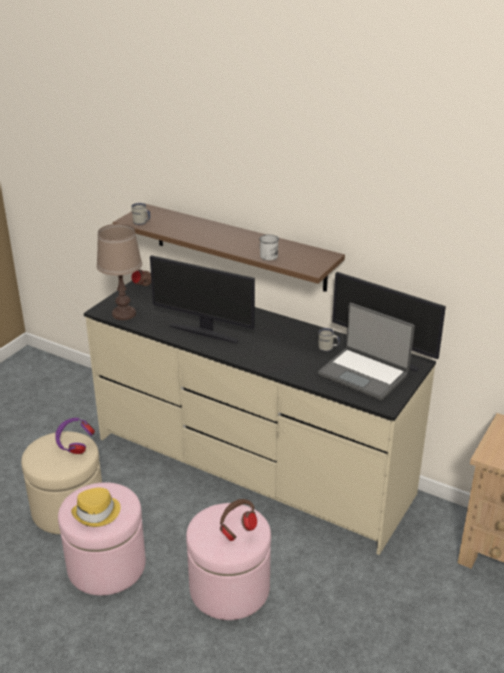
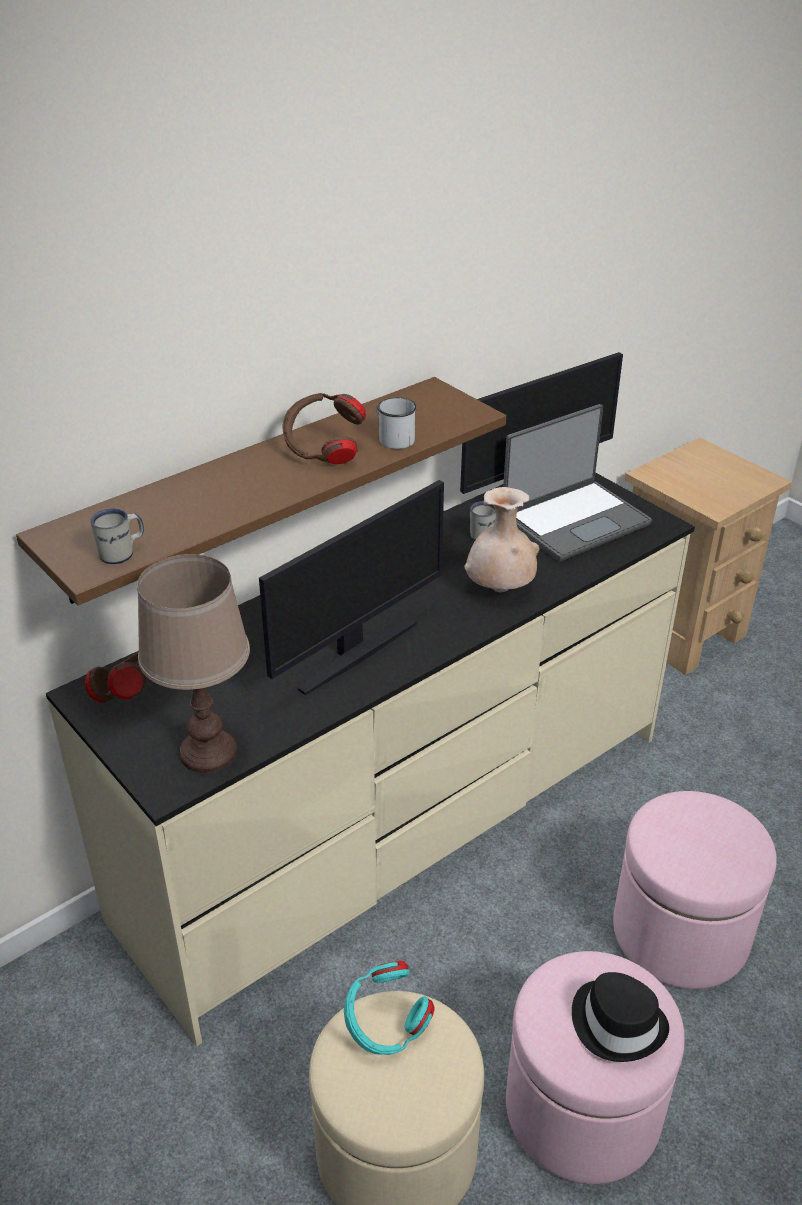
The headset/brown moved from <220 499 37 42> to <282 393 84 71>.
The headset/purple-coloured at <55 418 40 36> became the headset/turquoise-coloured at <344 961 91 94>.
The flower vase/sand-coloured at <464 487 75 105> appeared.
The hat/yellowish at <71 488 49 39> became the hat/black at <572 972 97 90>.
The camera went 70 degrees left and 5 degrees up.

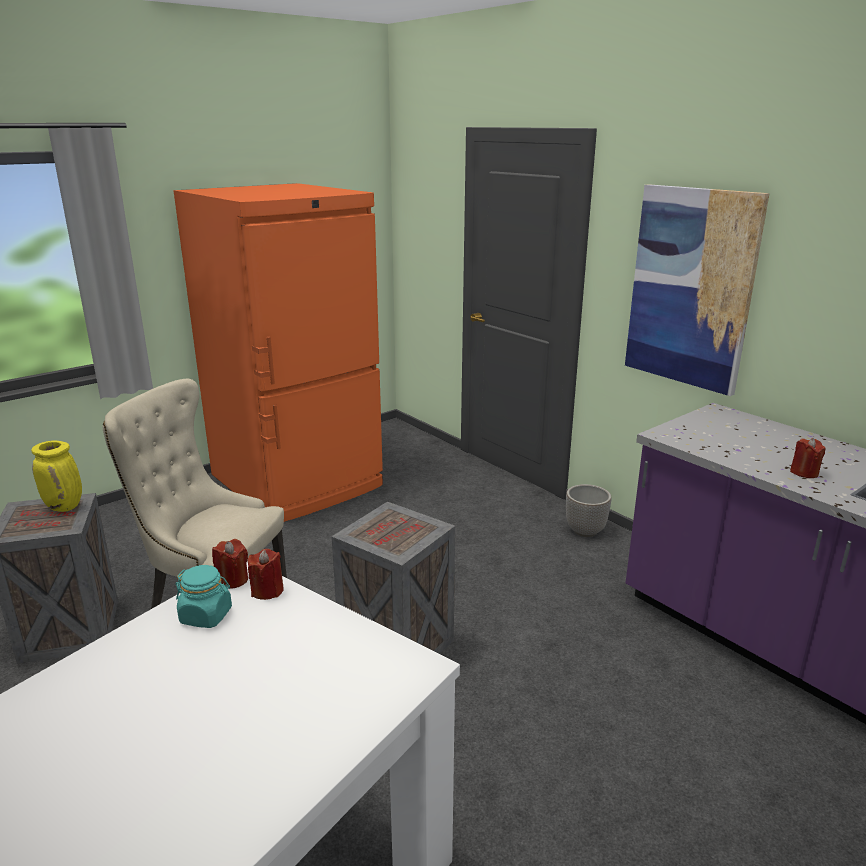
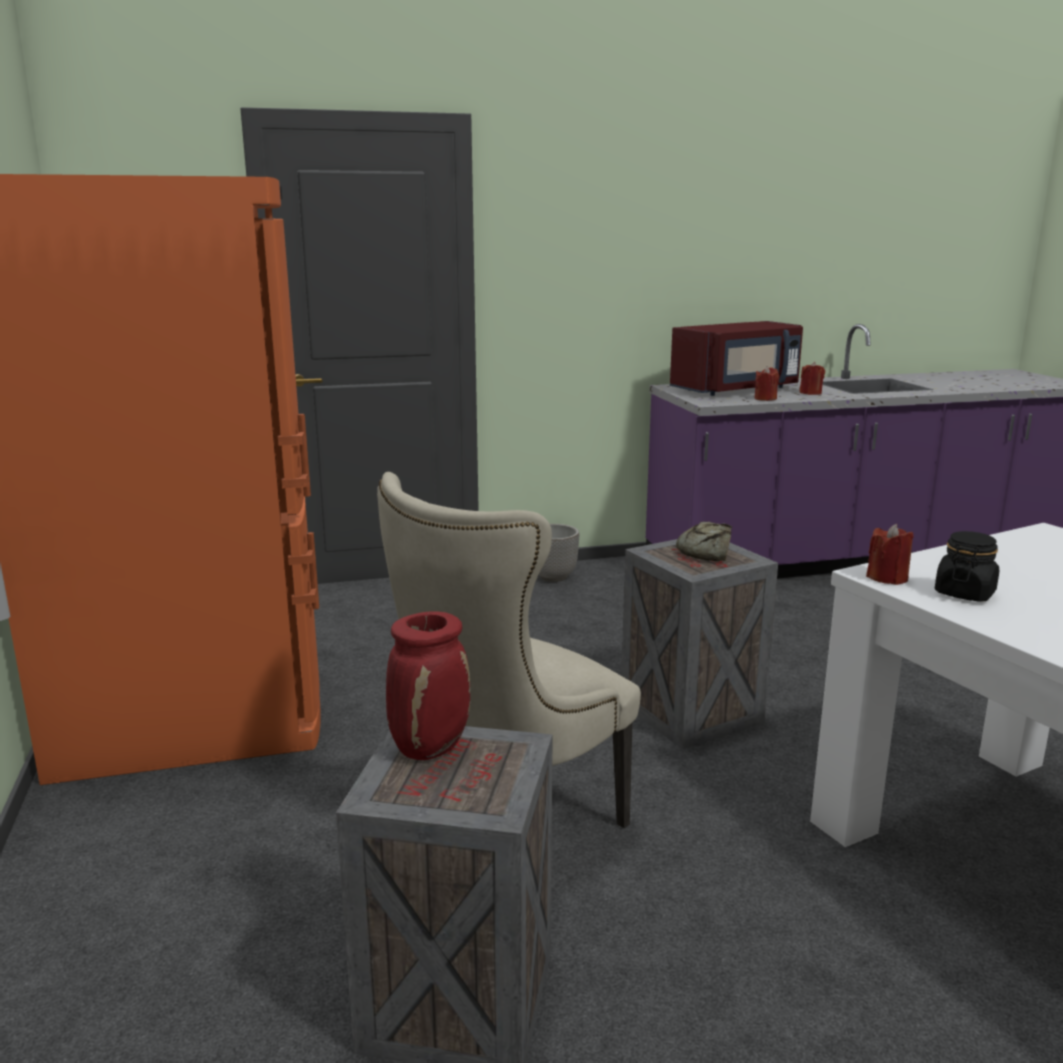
The flower vase/yellowish at <31 441 51 71> became the flower vase/red-coloured at <386 611 84 149>.
The kitchen microwave/red-coloured at <670 321 133 75> appeared.
The bread at <676 521 56 40> appeared.
The candle/red-coloured moved from <248 549 36 51> to <754 366 25 35>.
The storage jar/turquoise-coloured at <175 565 57 63> became the storage jar/black at <935 531 64 71>.
The picture at <625 184 145 212> disappeared.
The camera went 65 degrees left and 5 degrees down.

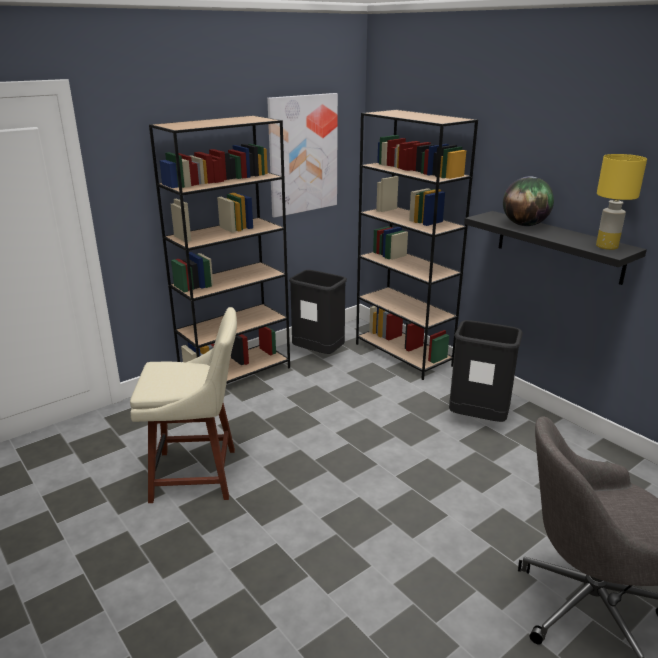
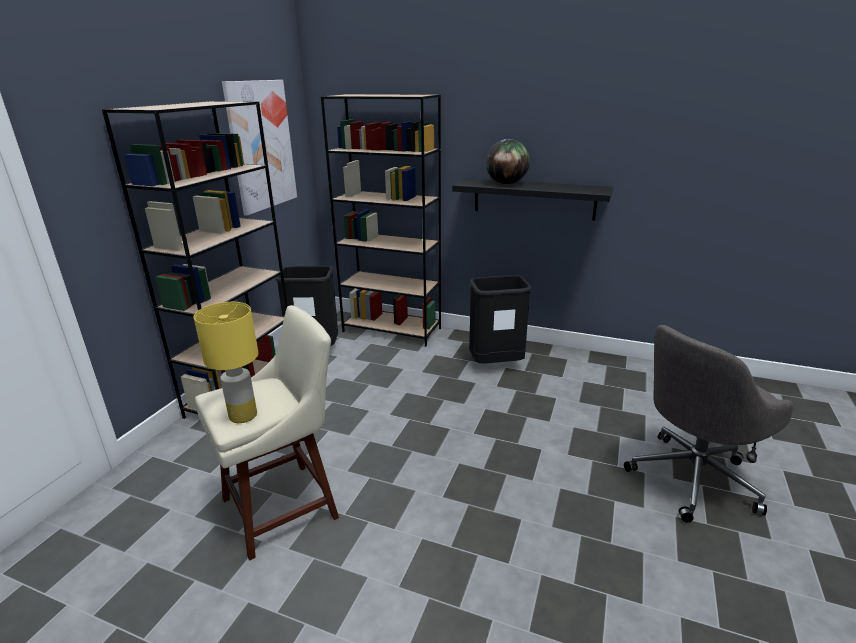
The tabletop lamp/yellowish moved from <596 154 51 96> to <194 302 64 121>.
The camera went 30 degrees left and 0 degrees up.

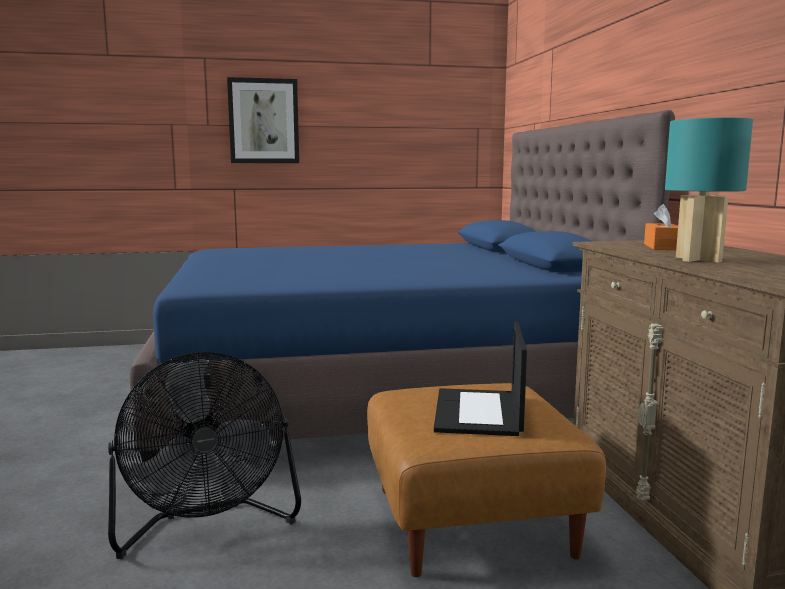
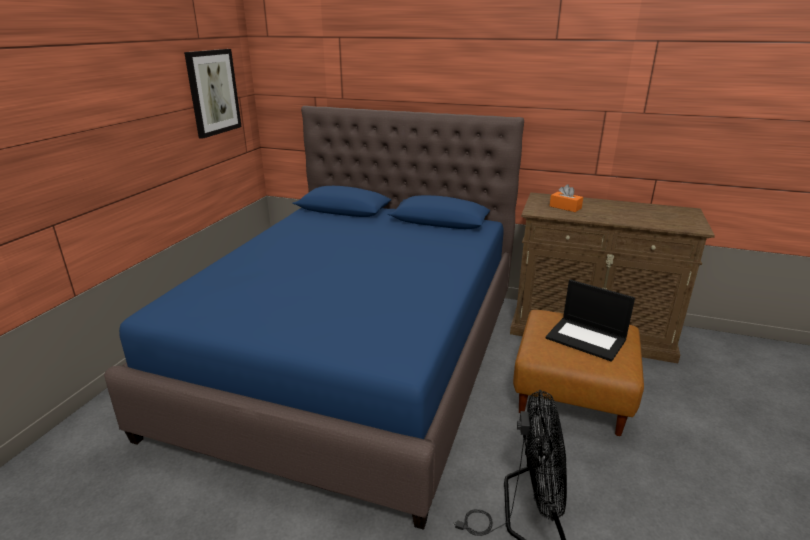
The picture moved from <227 77 72 86> to <184 49 58 90>.
The tabletop lamp/turquoise-coloured at <665 117 88 146> disappeared.
The camera went 60 degrees left and 15 degrees up.

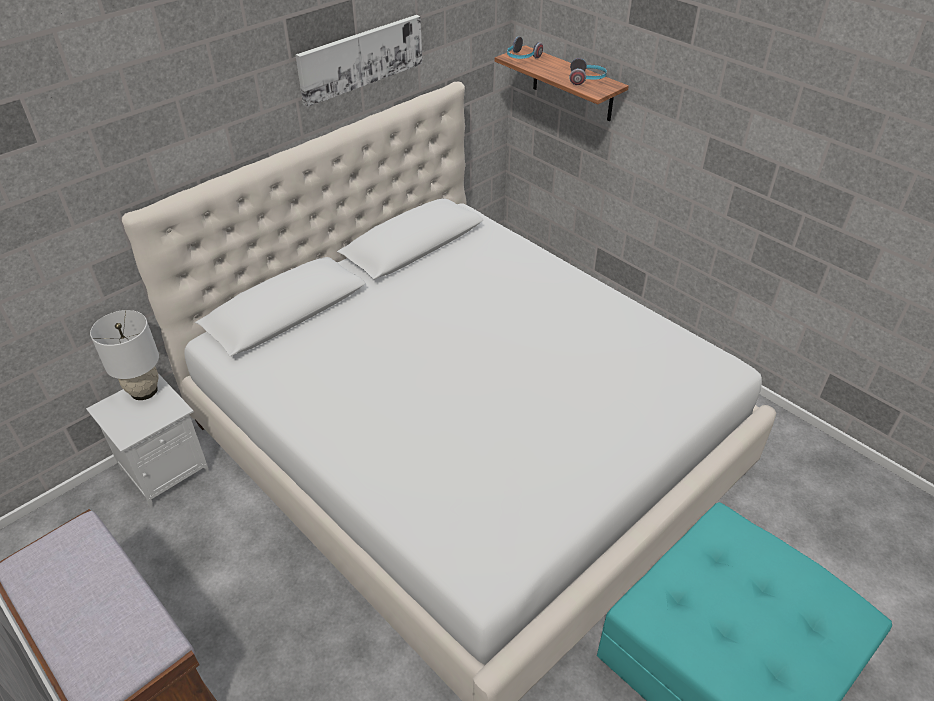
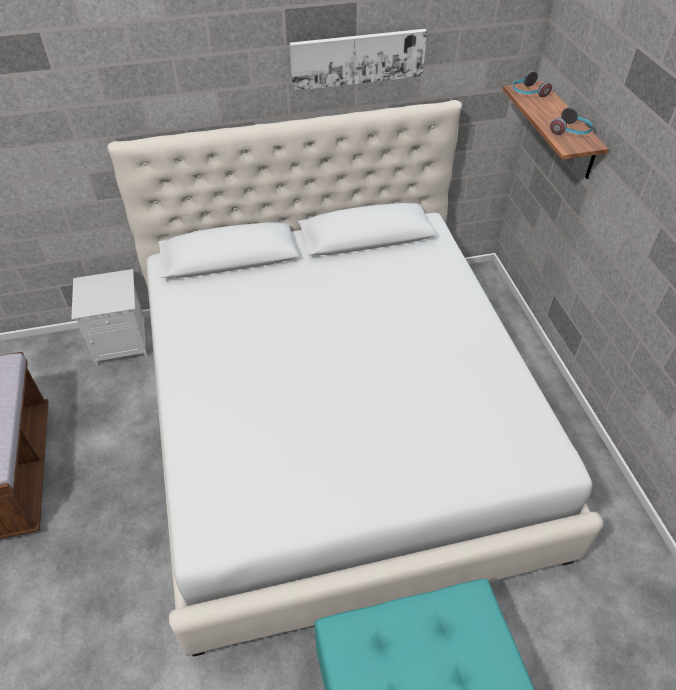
The tabletop lamp/whitish at <90 310 69 90> disappeared.
The camera went 30 degrees right and 5 degrees up.

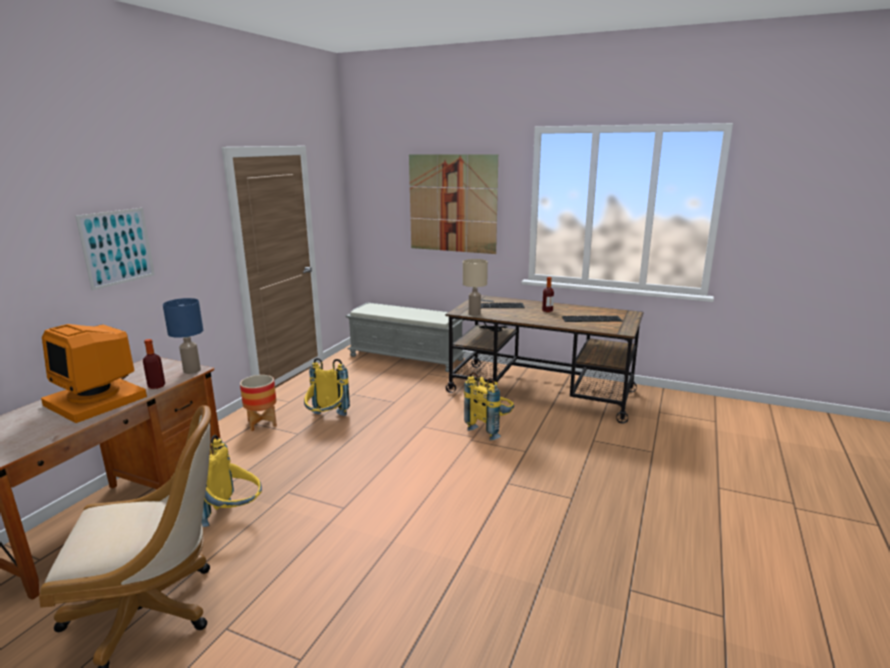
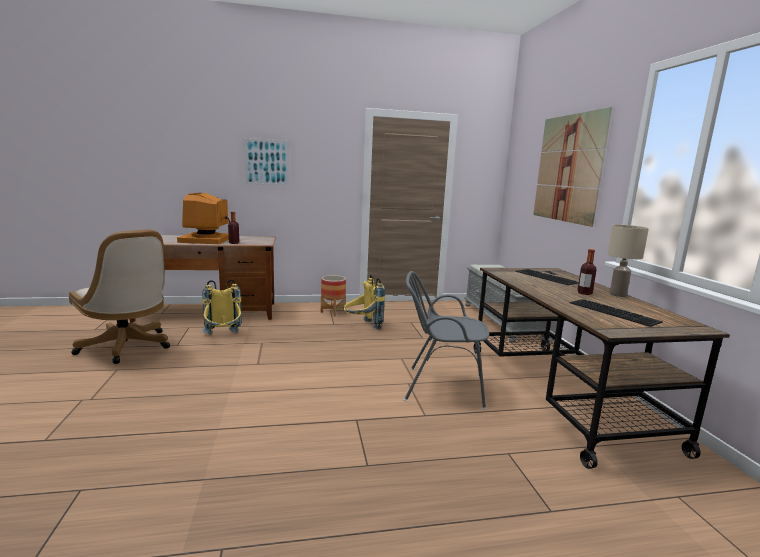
The rucksack/yellowish at <464 372 50 69> was replaced by the plain chair/greyish at <403 271 86 139>.
The tabletop lamp/sand-coloured moved from <463 259 25 57> to <608 225 41 72>.
The tabletop lamp/blue at <163 298 40 76> disappeared.
The camera went 55 degrees right and 5 degrees down.

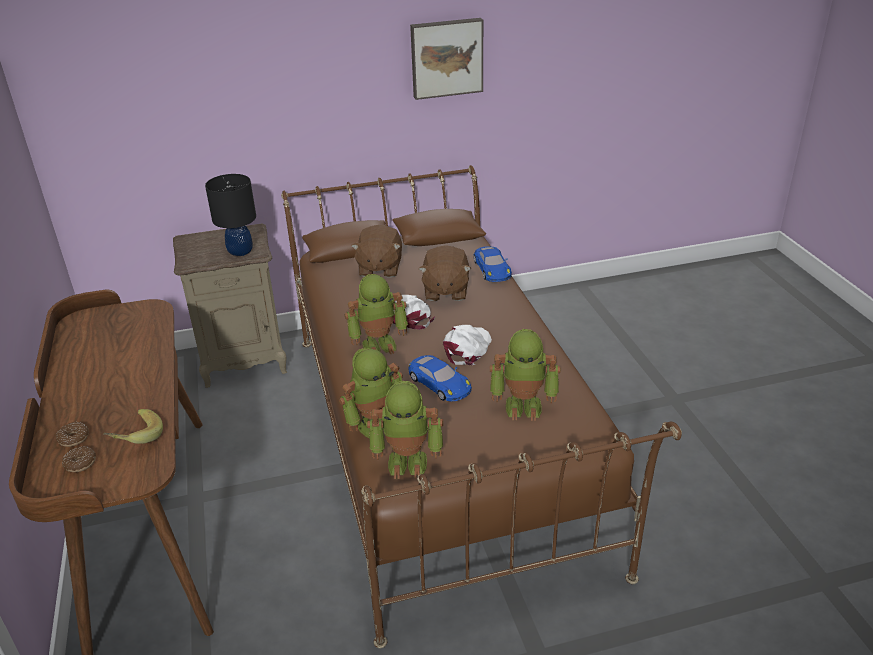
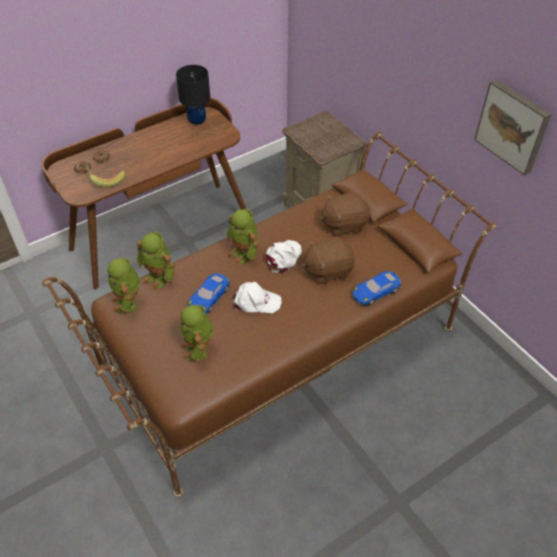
The tabletop lamp/black moved from <205 174 51 82> to <176 65 34 60>.
The camera went 70 degrees right and 15 degrees up.

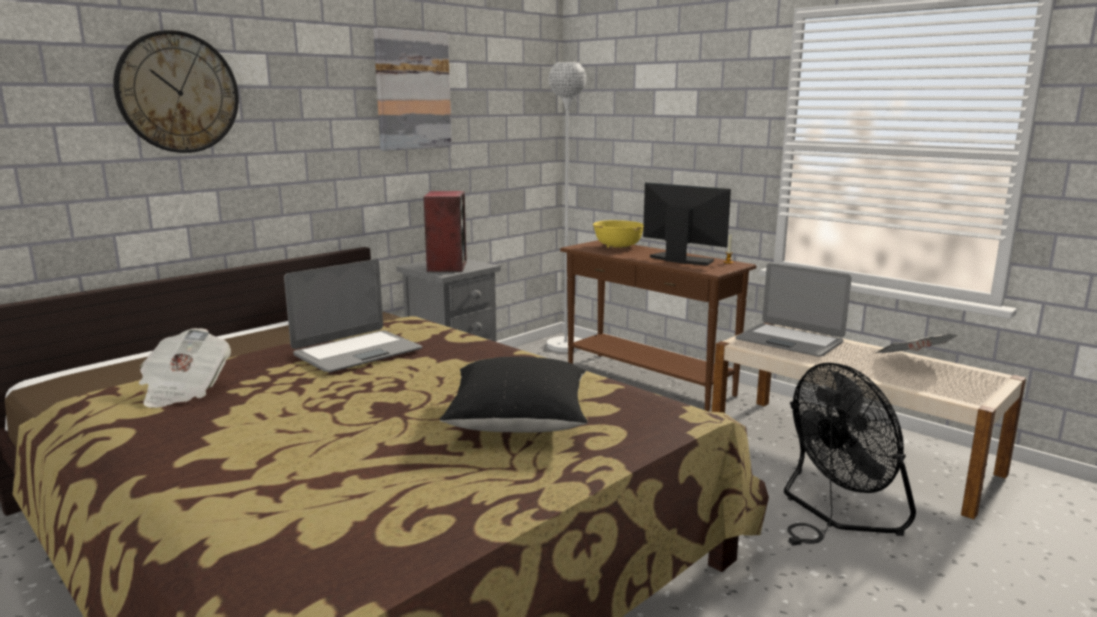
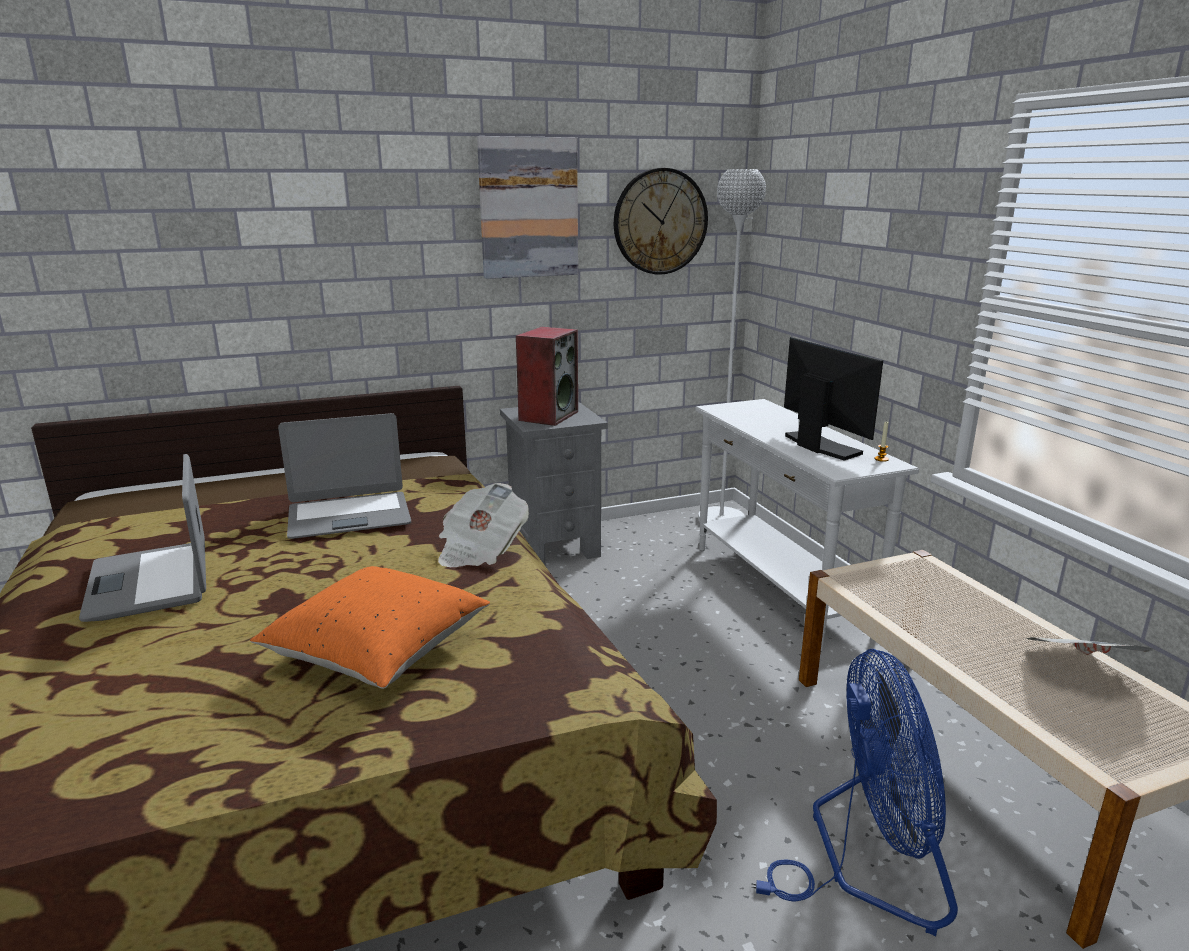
The laptop moved from <736 263 116 94> to <79 454 127 168>.
The pillow/black at <440 357 148 75> became the pillow/orange-coloured at <250 566 240 123>.
The newspaper moved from <139 328 92 80> to <438 483 91 84>.
The hanging clock moved from <113 30 126 123> to <614 168 94 106>.
The console table/brown at <560 240 197 171> became the console table/whitish at <695 399 224 252>.
The electric fan/black at <784 363 132 183> became the electric fan/blue at <752 649 206 287>.
The deep dish/yellowish at <593 220 50 28> disappeared.
The camera went 25 degrees right and 5 degrees up.

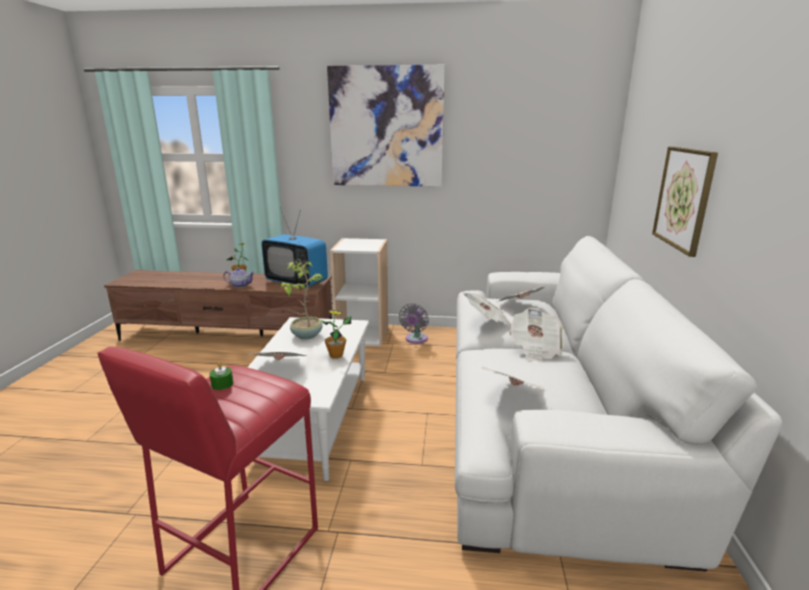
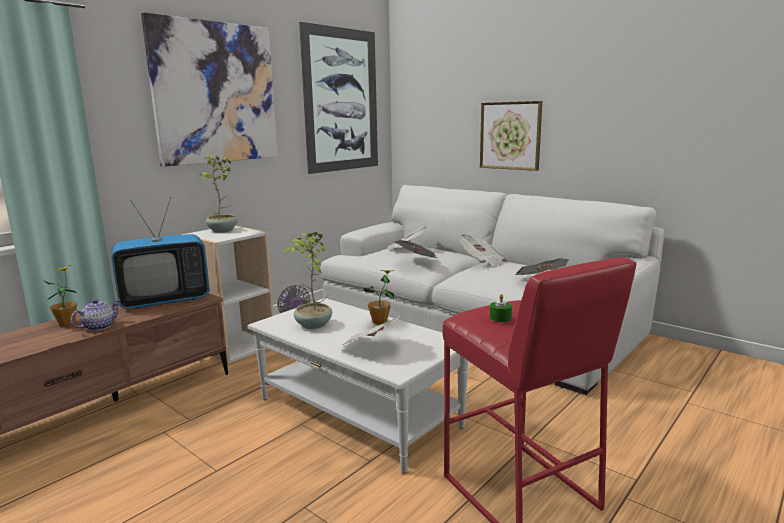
The potted plant at <202 154 36 79> appeared.
The picture at <299 22 79 152> appeared.
The camera went 55 degrees left and 5 degrees down.

